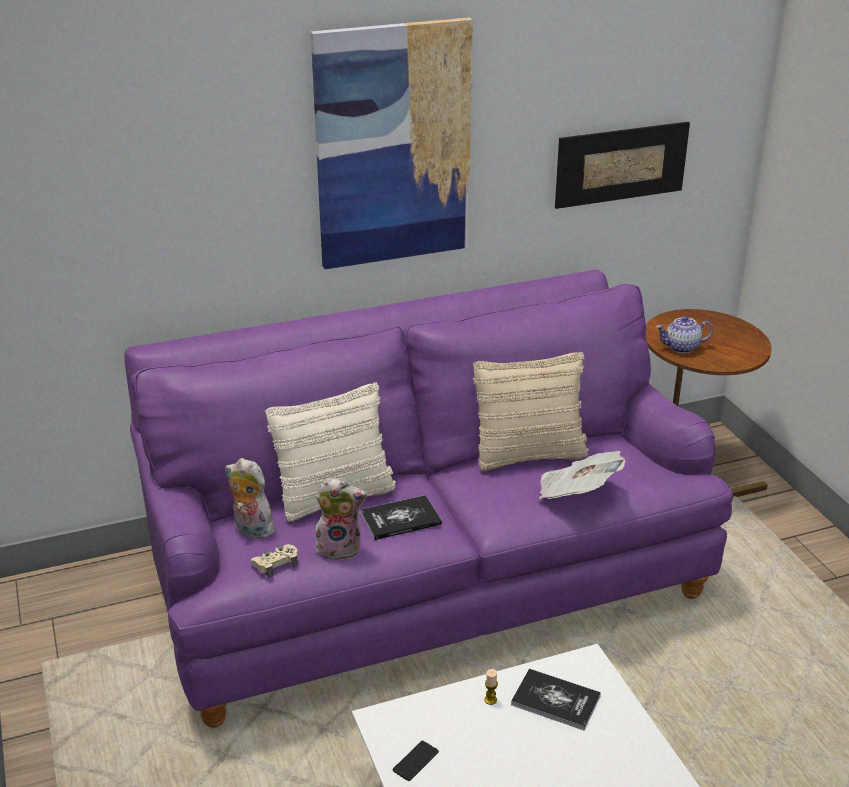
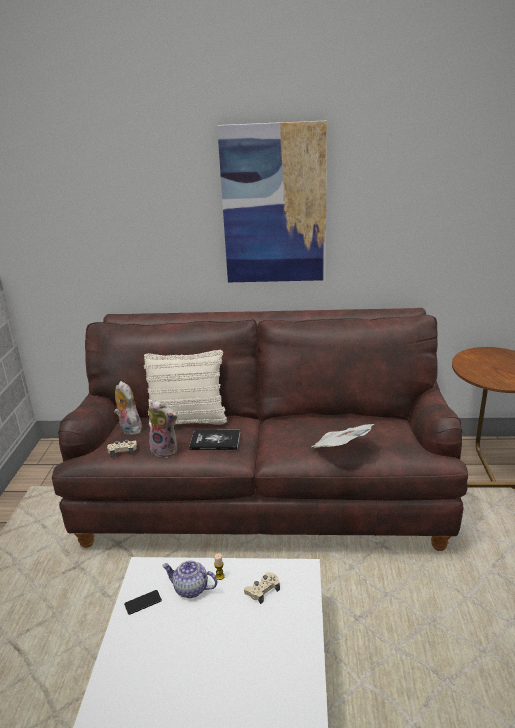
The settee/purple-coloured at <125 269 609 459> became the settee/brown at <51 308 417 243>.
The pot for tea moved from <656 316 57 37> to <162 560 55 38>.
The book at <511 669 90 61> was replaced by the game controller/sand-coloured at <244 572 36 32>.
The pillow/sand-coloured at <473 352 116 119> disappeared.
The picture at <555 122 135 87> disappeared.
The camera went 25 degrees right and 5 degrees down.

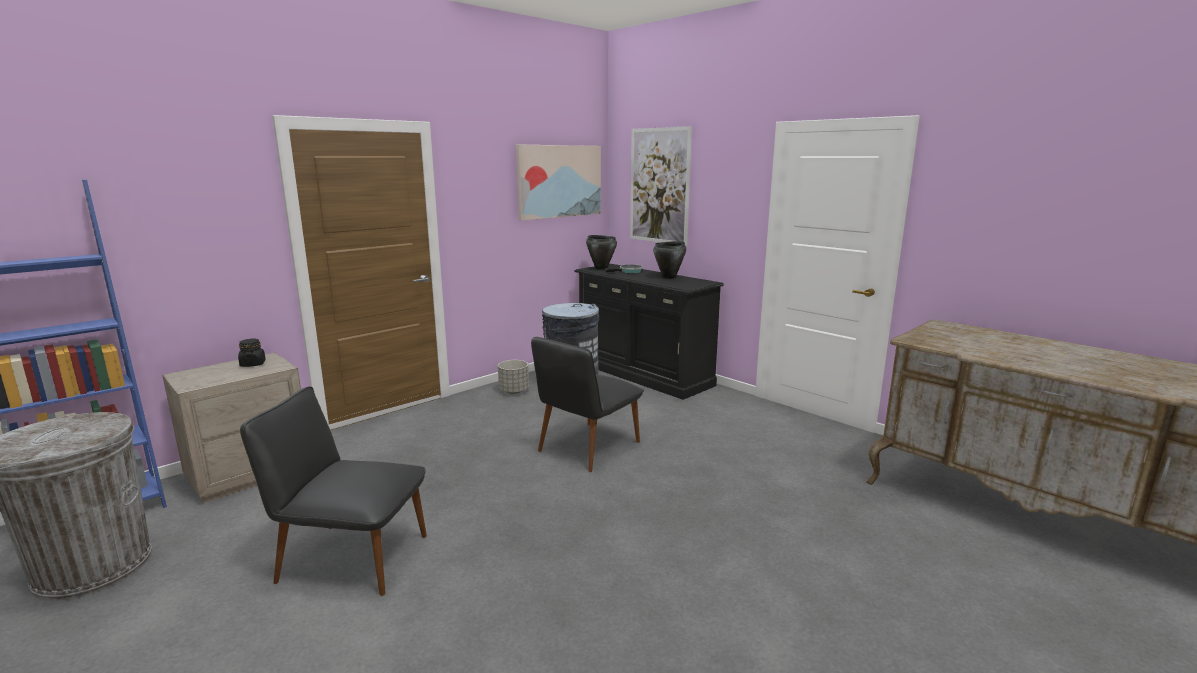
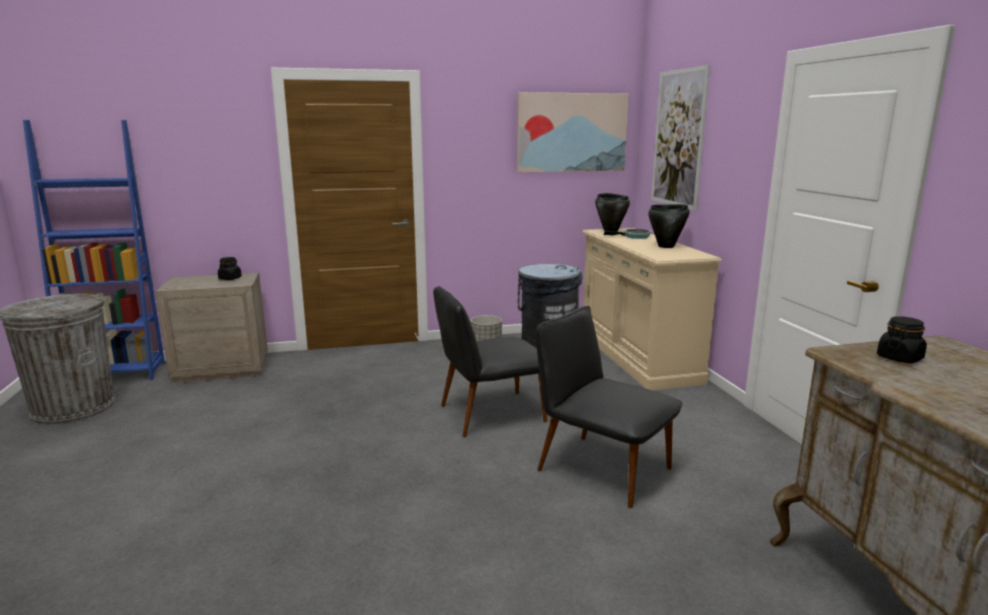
The plain chair/black moved from <240 387 187 209> to <535 306 147 202>.
The cupboard/black at <574 264 150 136> became the cupboard/sand-coloured at <582 228 140 162>.
The storage jar/black at <877 316 50 48> appeared.
The camera went 30 degrees right and 0 degrees up.

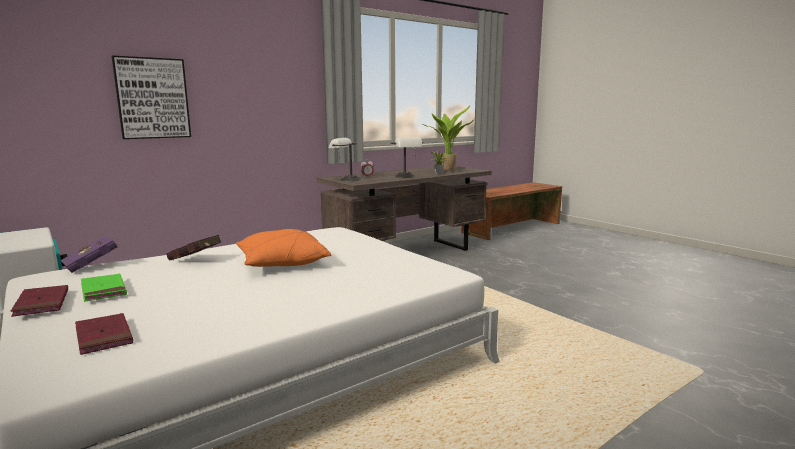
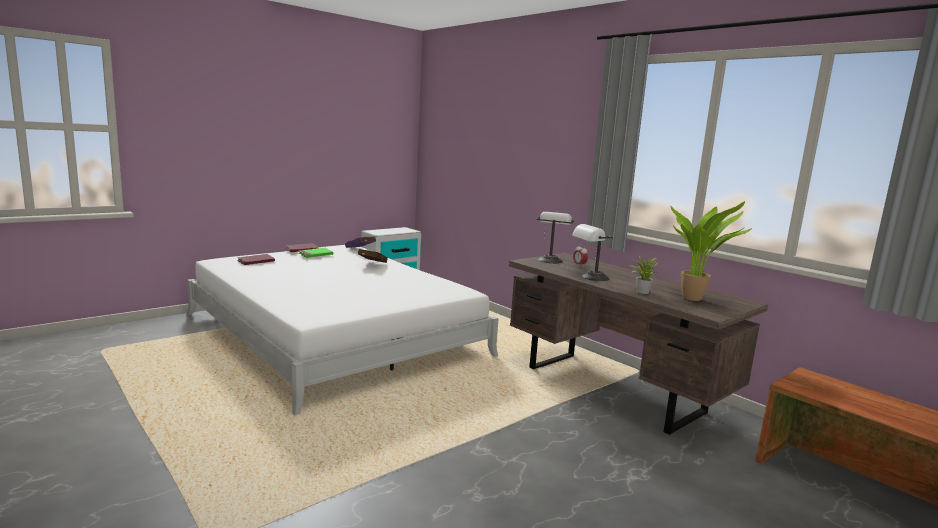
The picture at <112 55 79 84> disappeared.
The pillow/orange-coloured at <236 229 95 38> disappeared.
The camera went 85 degrees right and 0 degrees up.

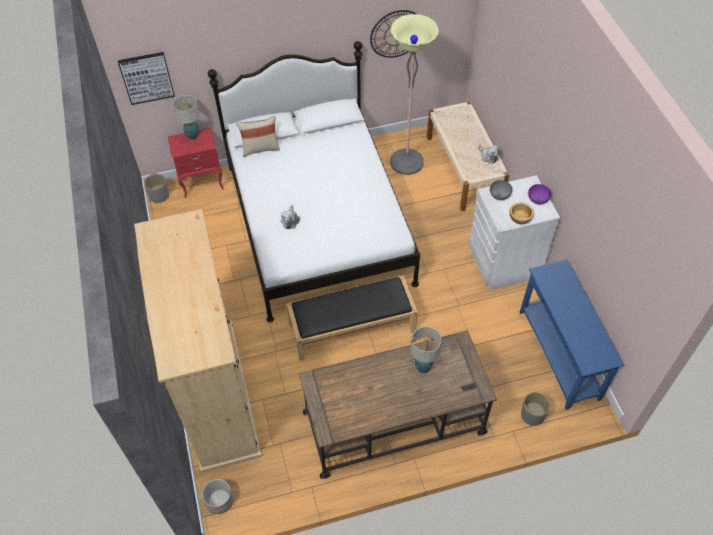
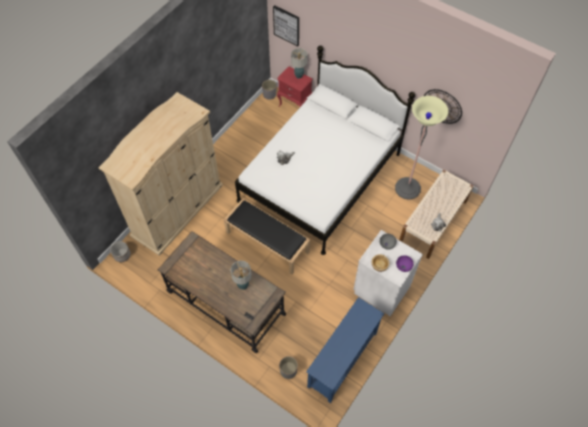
The pillow/sand-coloured at <236 116 44 41> disappeared.
The camera went 50 degrees right and 5 degrees up.

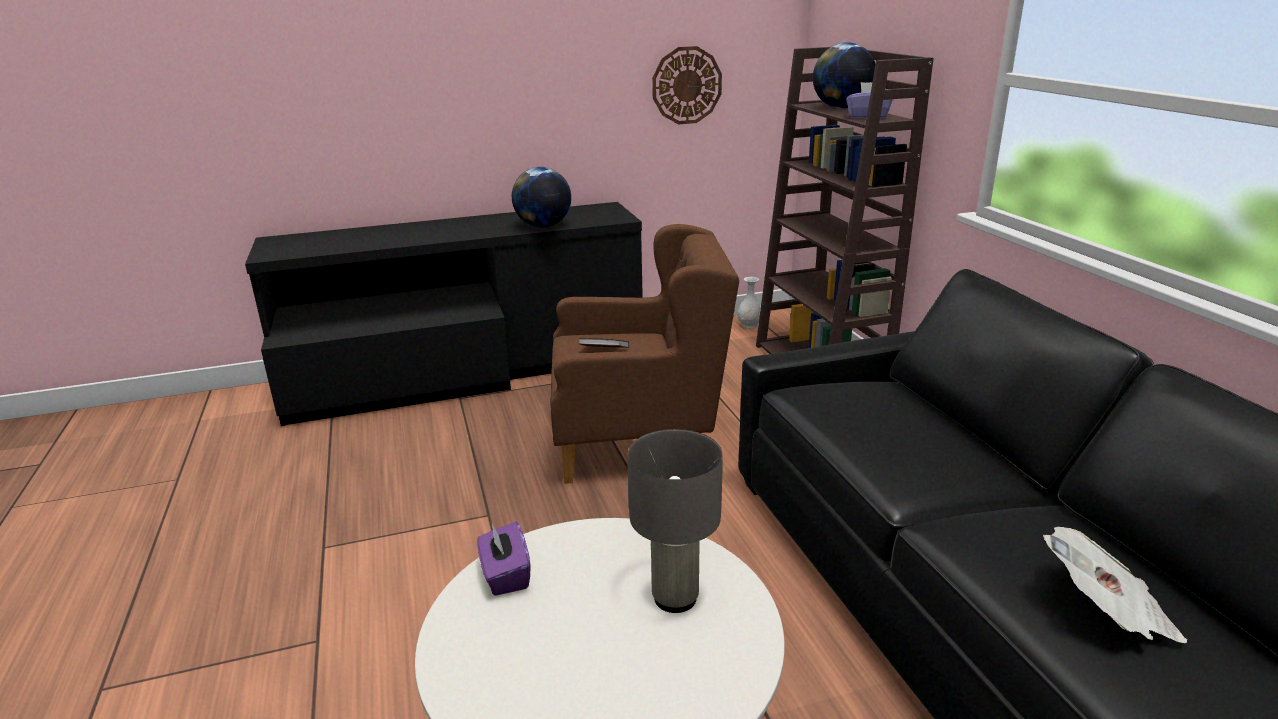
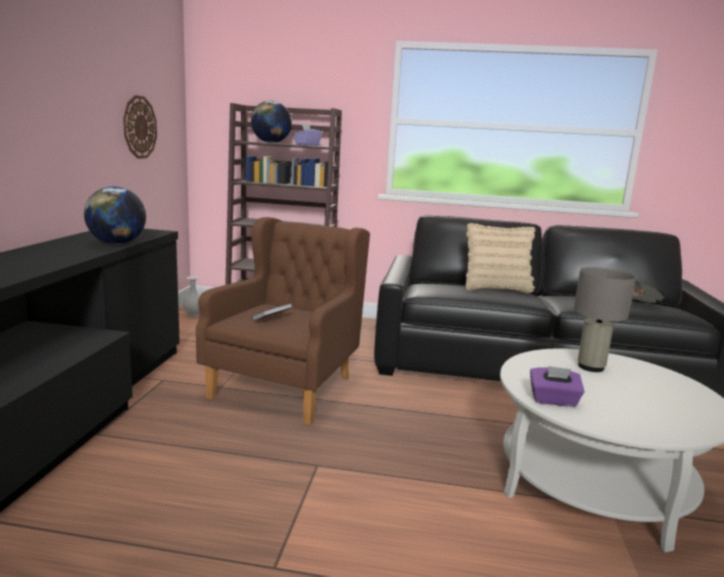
The pillow/sand-coloured at <465 223 70 70> appeared.
The camera went 65 degrees left and 10 degrees down.

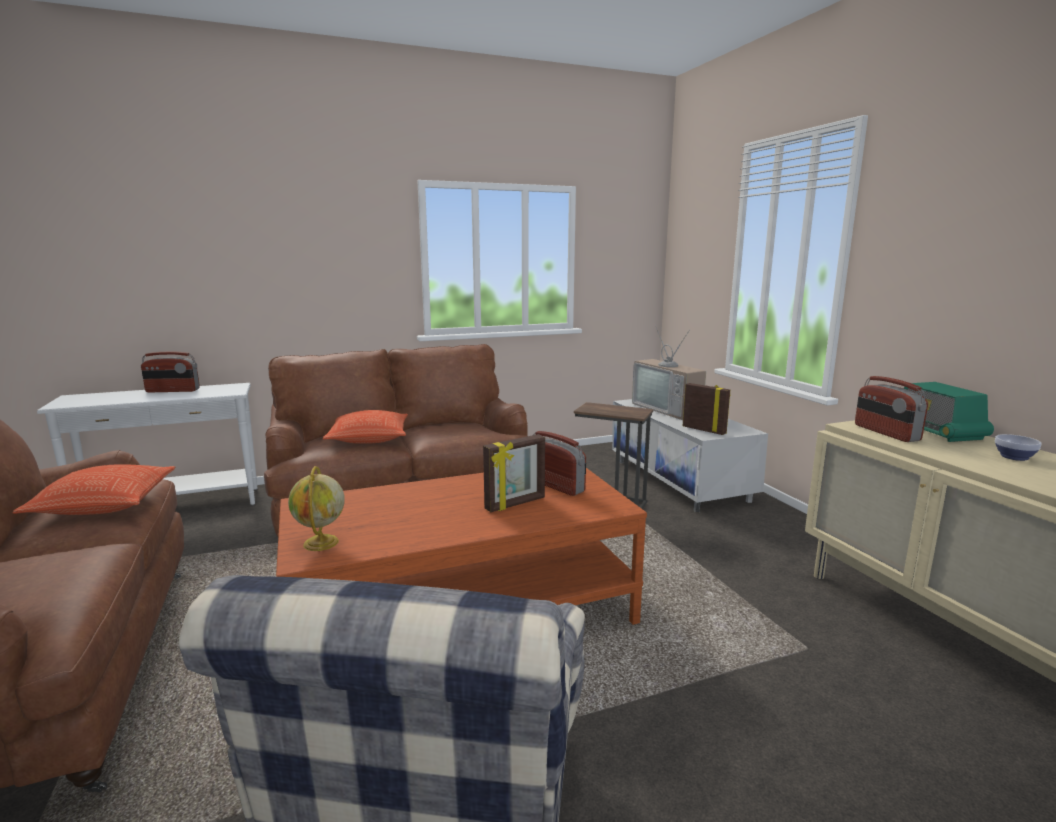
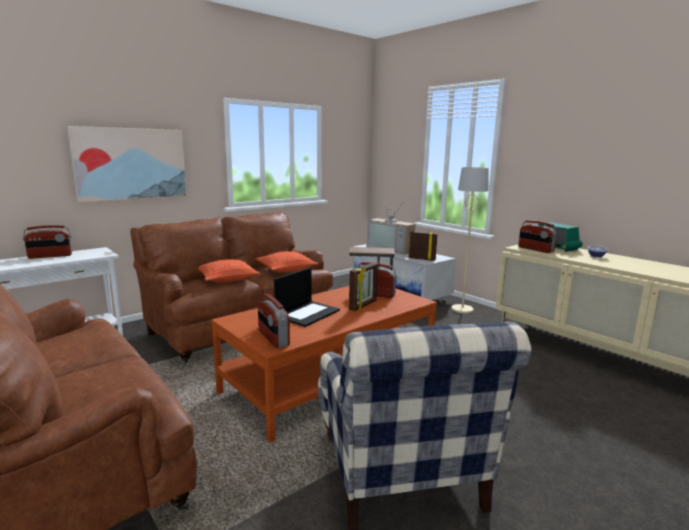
The picture at <67 126 120 76> appeared.
The pillow/orange-coloured moved from <13 464 162 51> to <255 251 63 21>.
The world globe at <288 466 57 85> was replaced by the radio receiver at <258 294 32 54>.
The laptop at <274 267 66 60> appeared.
The standard lamp/sand-coloured at <452 167 37 147> appeared.
The camera went 20 degrees left and 0 degrees up.

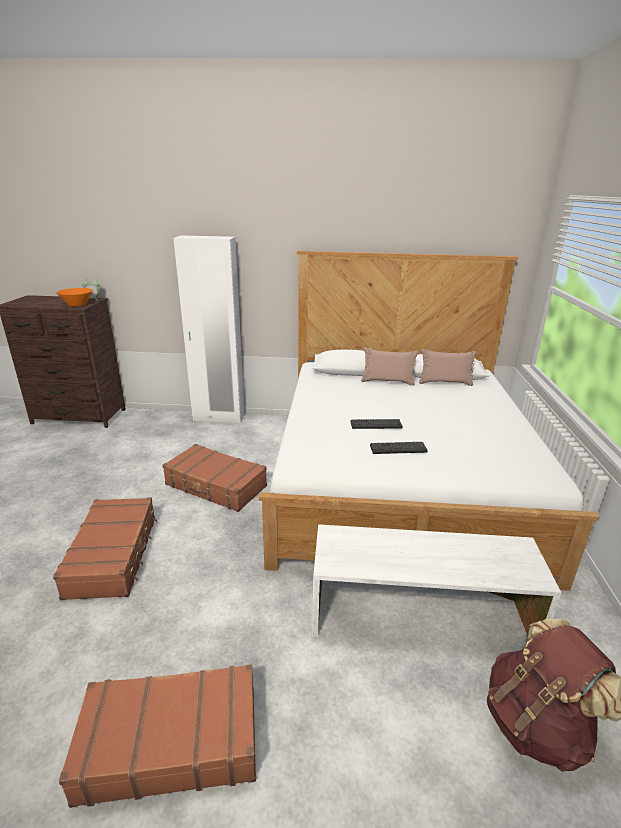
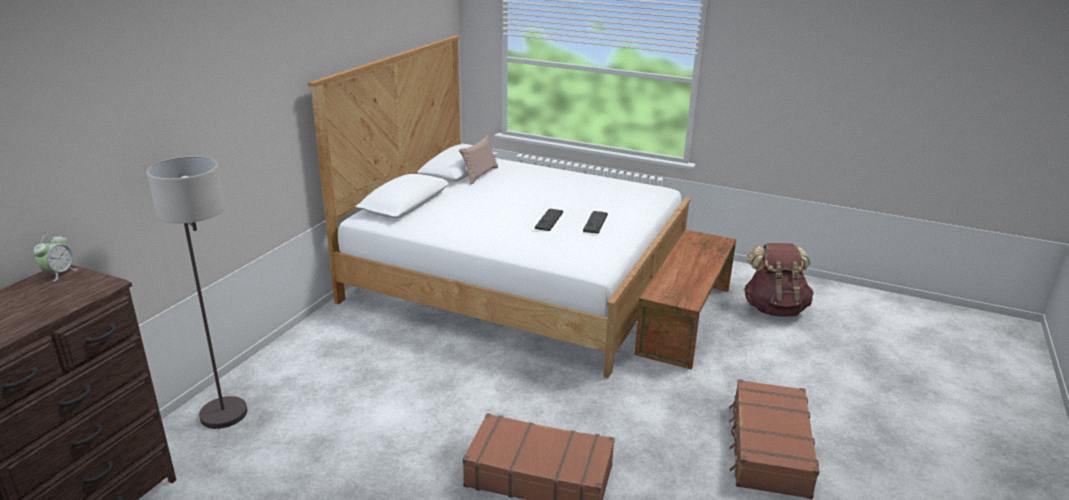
The standard lamp/greyish at <147 157 100 272> appeared.
The long seat/whitish at <312 524 250 113> became the long seat/brown at <634 230 102 140>.
The deep dish/orange-coloured at <56 288 37 19> disappeared.
The travel case/brown at <162 444 105 68> disappeared.
The wardrobe/whitish at <173 235 72 188> disappeared.
The pillow/sand-coloured at <361 347 57 39> disappeared.
The camera went 70 degrees left and 0 degrees up.

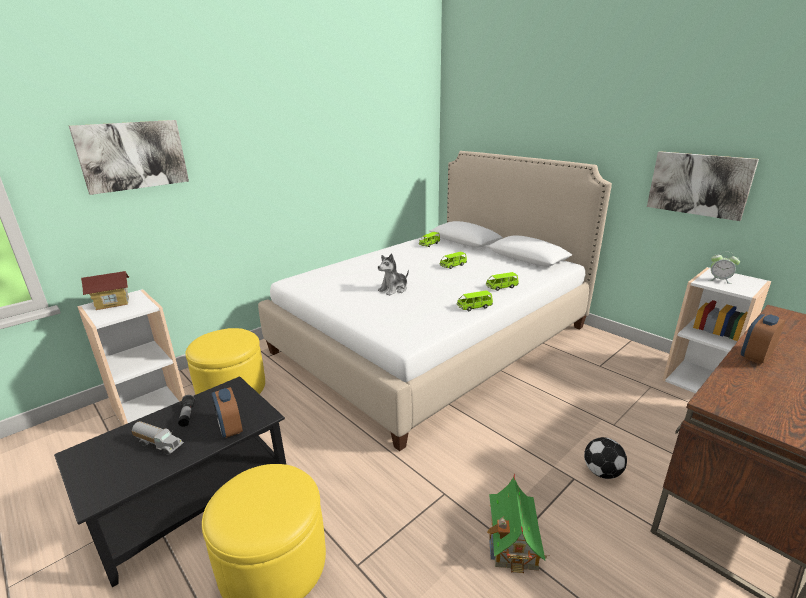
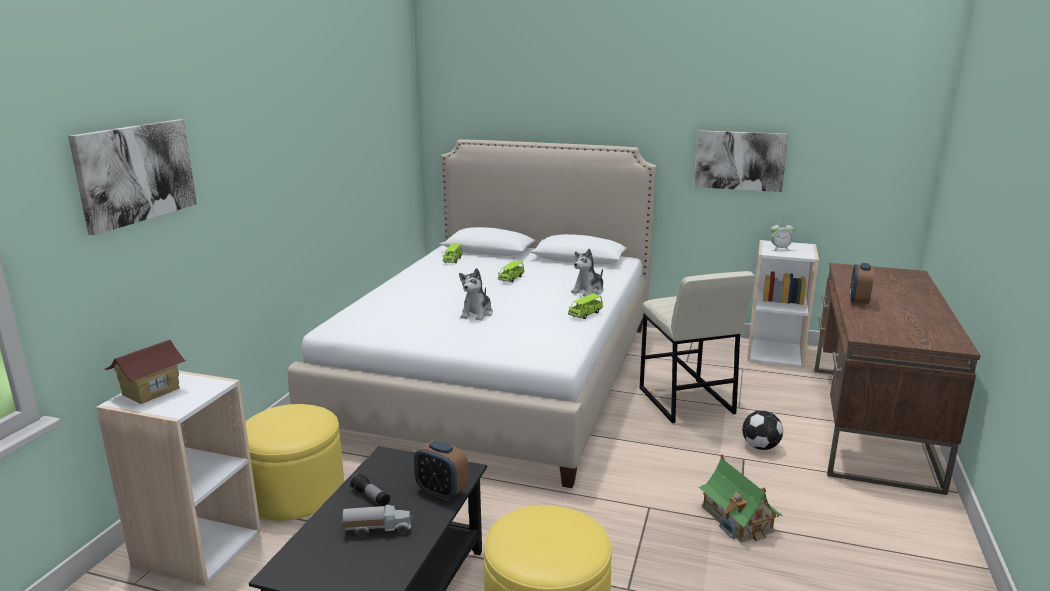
The miniature car/green-coloured at <486 272 33 19> was replaced by the cuddly toy at <571 249 33 47>.
The plain chair/sand-coloured at <640 271 116 152> appeared.
The camera went 30 degrees left and 5 degrees down.

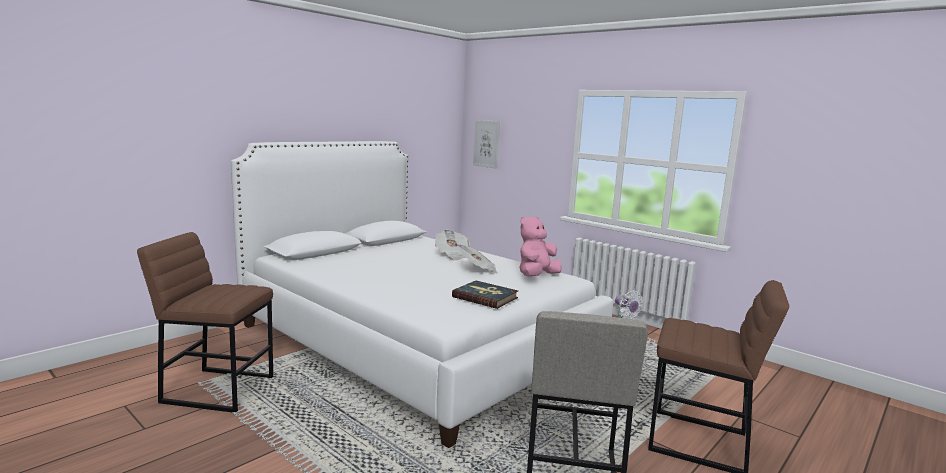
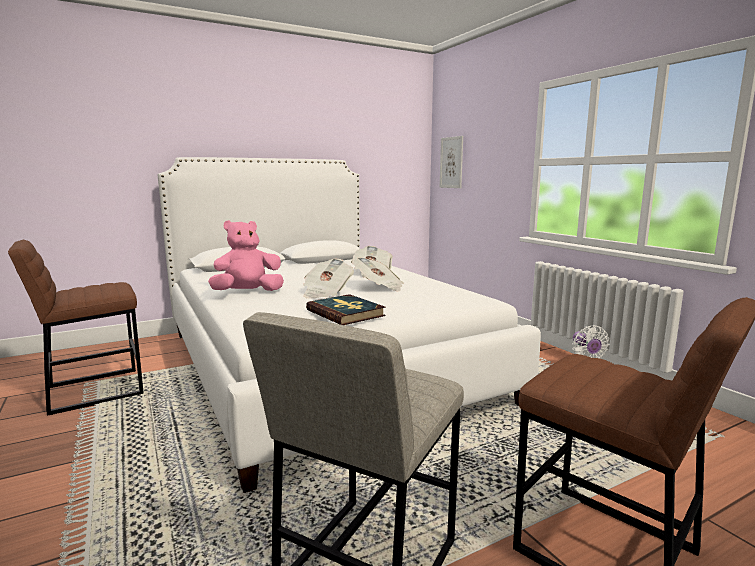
The plain chair/brown at <137 232 136 180> turned 60 degrees counterclockwise.
The cuddly toy/pink-coloured moved from <520 216 42 61> to <208 220 76 71>.
The newspaper at <303 259 51 40> appeared.
The camera went 20 degrees right and 0 degrees up.

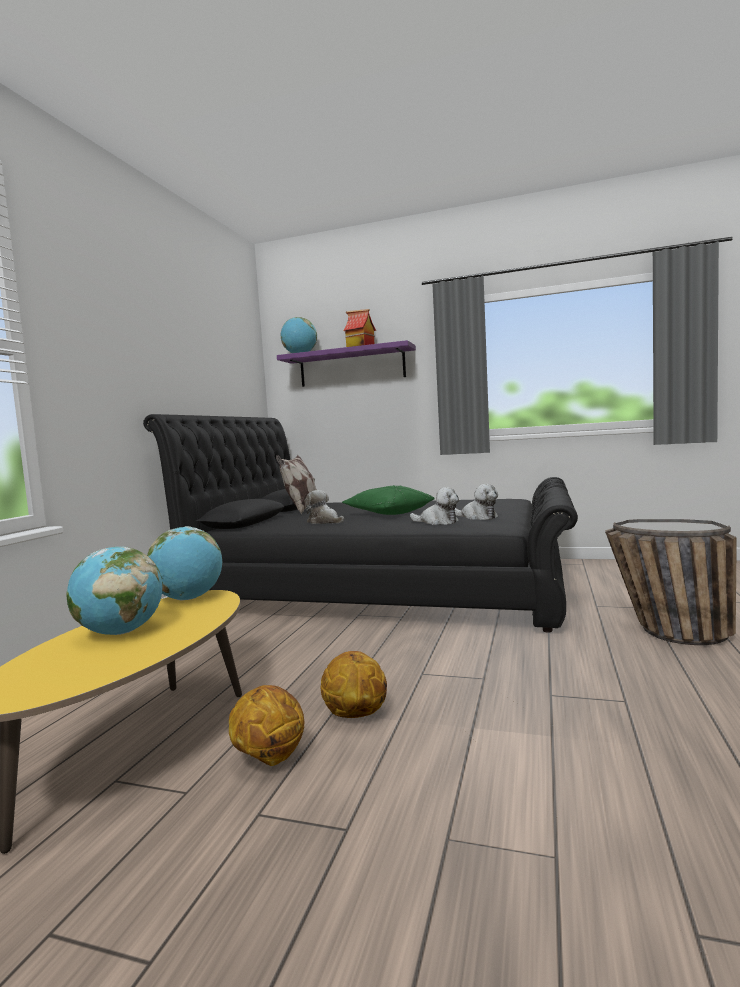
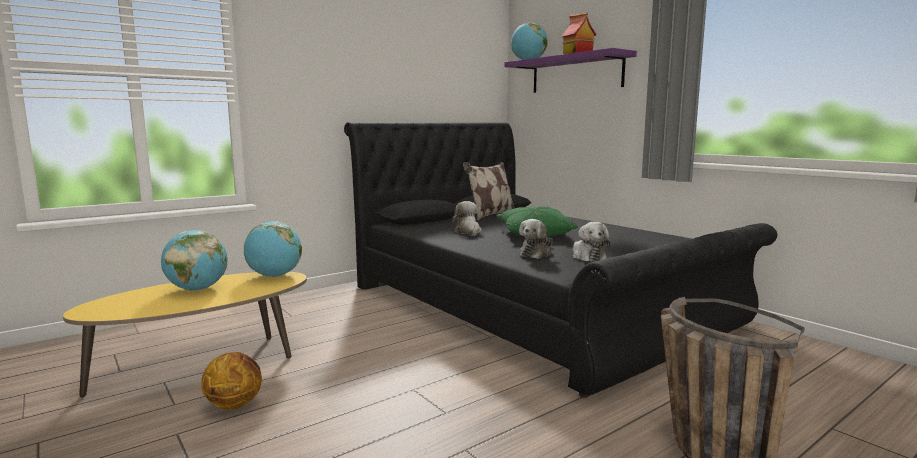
The cuddly toy at <410 487 49 38> turned 60 degrees clockwise.
The basketball at <321 651 66 67> disappeared.
The camera went 35 degrees right and 5 degrees up.

